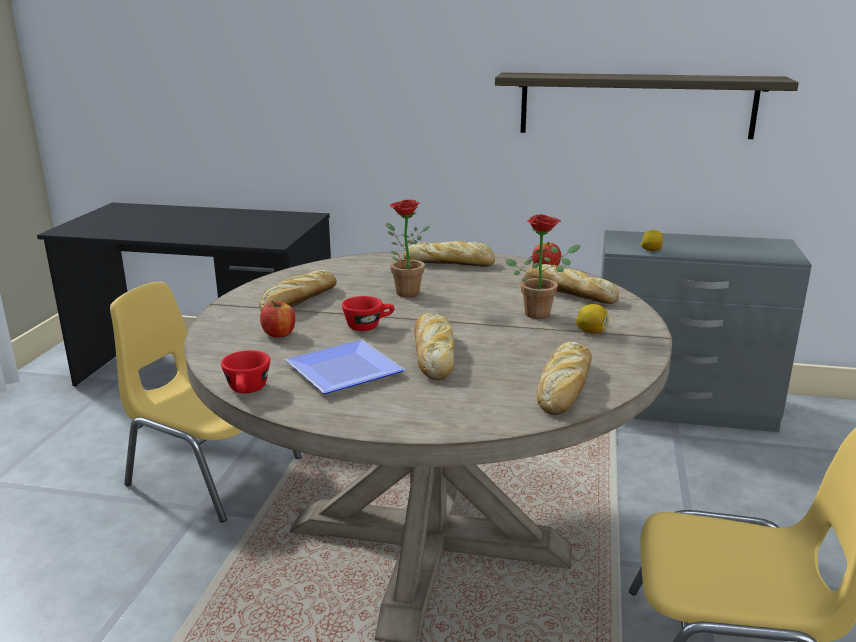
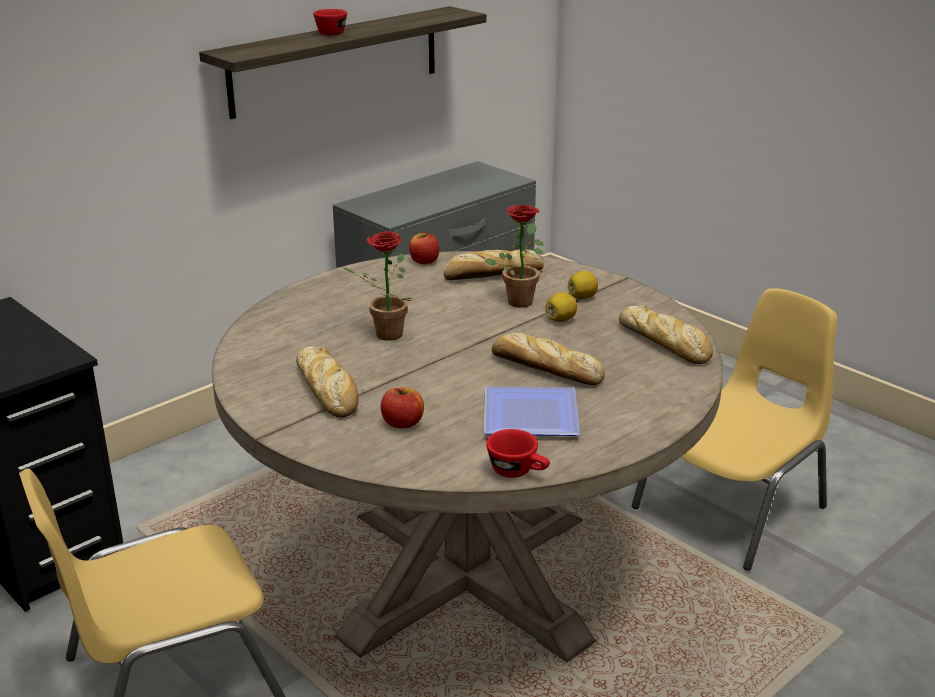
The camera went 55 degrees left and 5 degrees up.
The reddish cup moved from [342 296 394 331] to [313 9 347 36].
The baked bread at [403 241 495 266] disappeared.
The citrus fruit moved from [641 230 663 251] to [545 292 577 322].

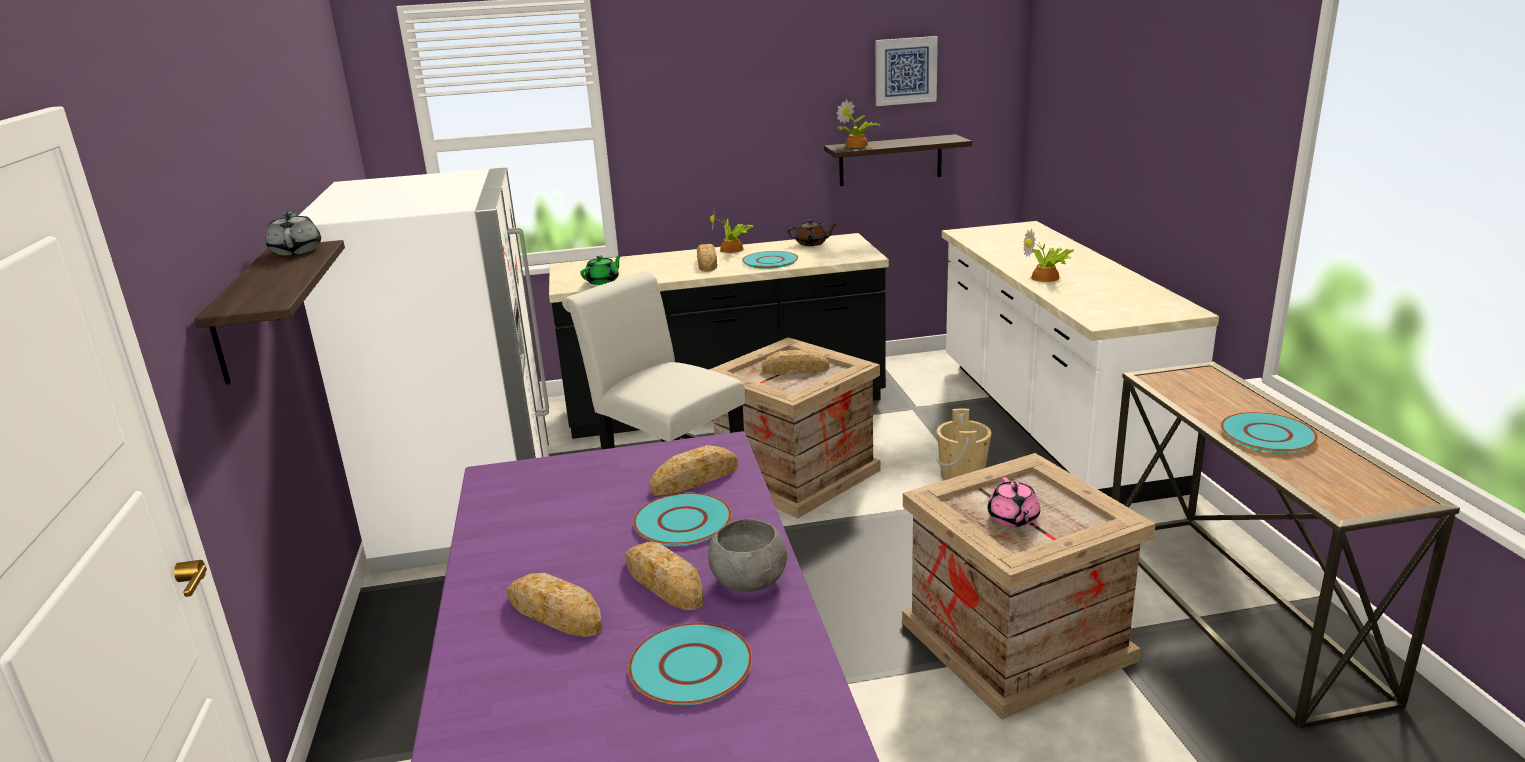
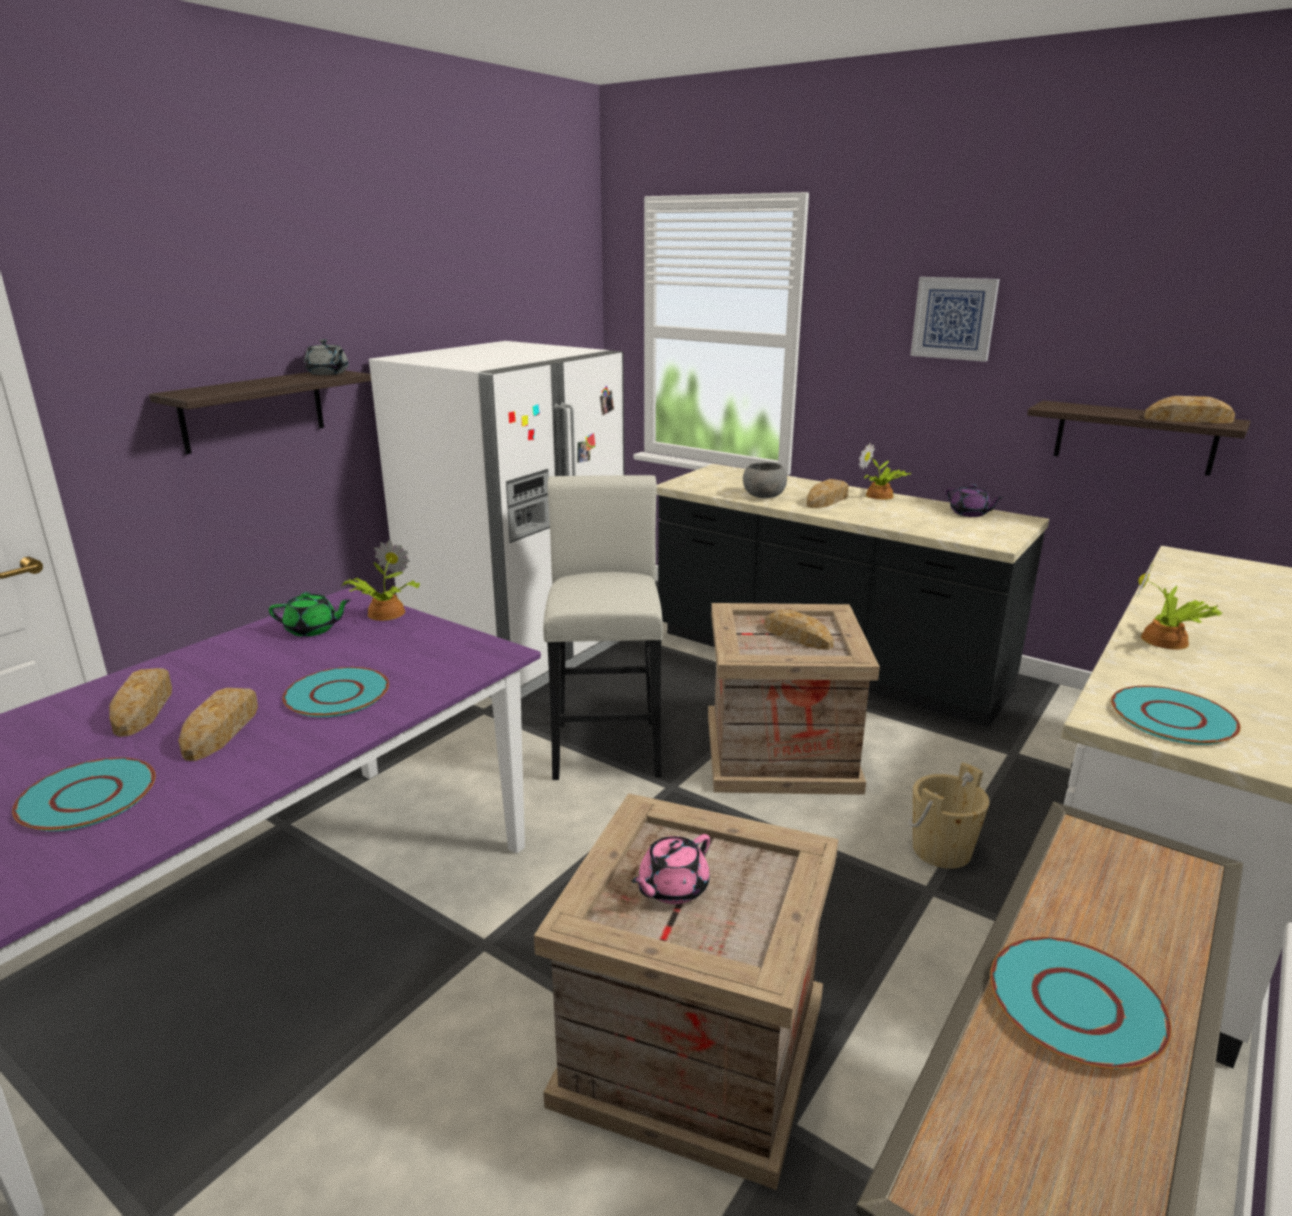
The camera went 45 degrees right and 0 degrees up.
The grey pot for tea at [266 212 321 255] turned 105 degrees clockwise.
The green pot for tea moved from [580 255 622 285] to [269 592 351 637].
The baked bread moved from [649 445 738 496] to [1144 396 1235 423].
The grey bowl moved from [708 519 787 592] to [743 462 787 498].
The blue-green flat dish moved from [742 251 798 269] to [1111 686 1241 745].
The brownish pot for tea at [787 220 837 246] became the purple pot for tea at [946 484 1003 517].
The potted plant moved from [836 99 881 148] to [342 540 420 621].
The wall picture moved from [875 36 938 106] to [910 277 999 362].

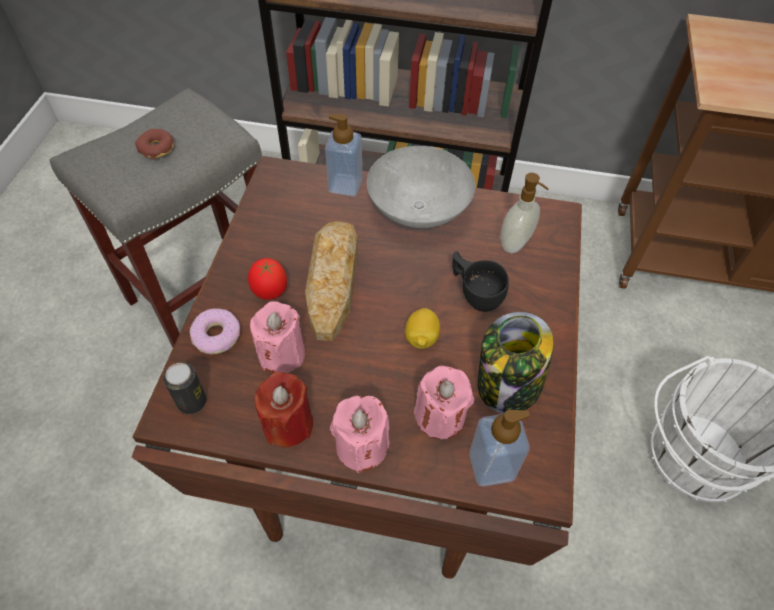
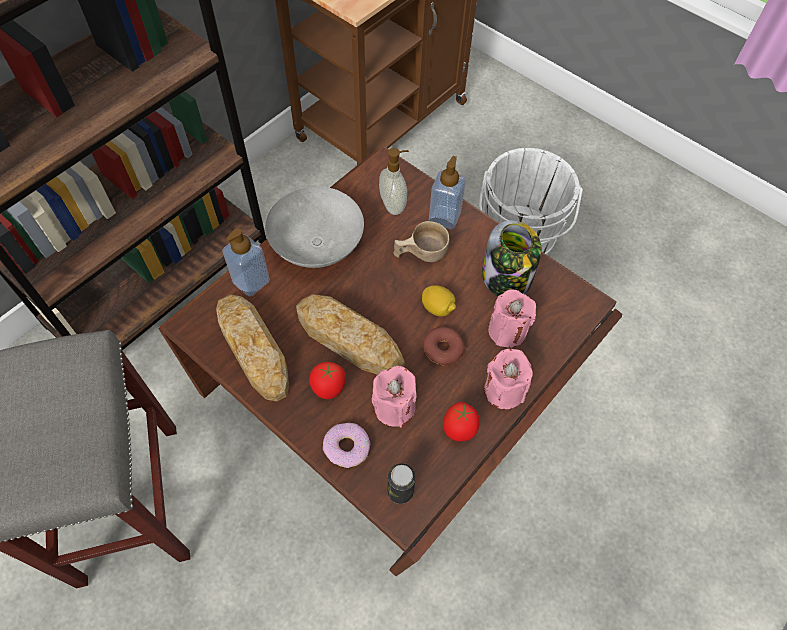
The camera went 60 degrees left and 5 degrees up.
The doughnut moved from [136 129 174 160] to [422 327 465 366].
The reddish wax candle at [254 372 313 447] was replaced by the fresh tomato at [443 402 480 441].
The black-coloured cup at [452 251 509 312] became the beige cup at [394 221 449 262].
The liquid soap bottle moved from [469 410 530 487] to [429 156 466 229].
The baked bread at [216 294 289 401] appeared.

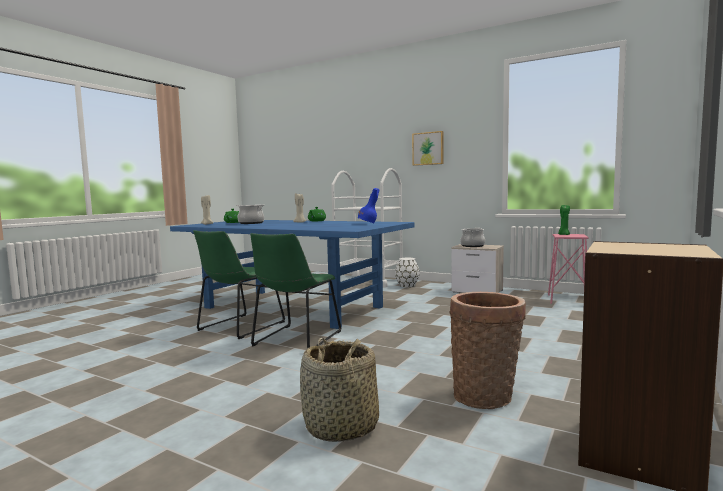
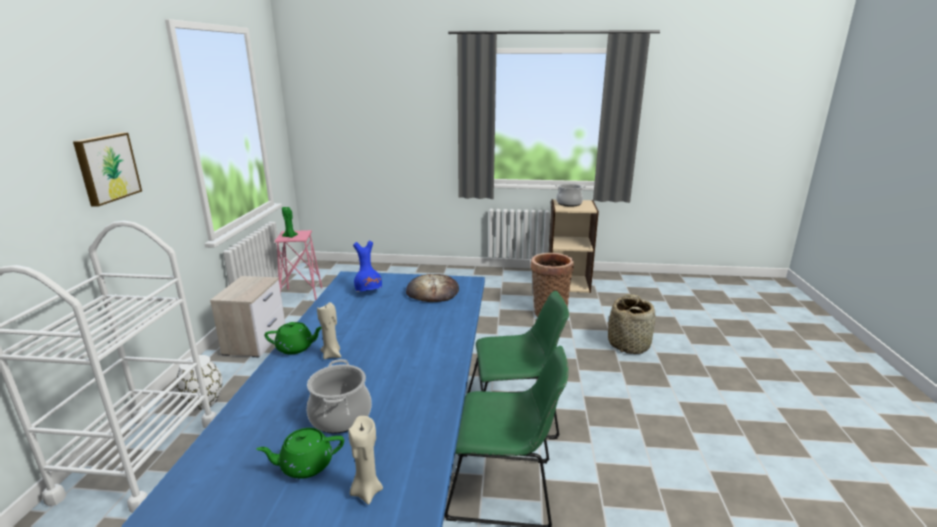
The camera went 115 degrees left and 15 degrees up.
The saucepot moved from [460 228 485 247] to [555 184 586 207].
The baked bread at [406 274 459 302] appeared.

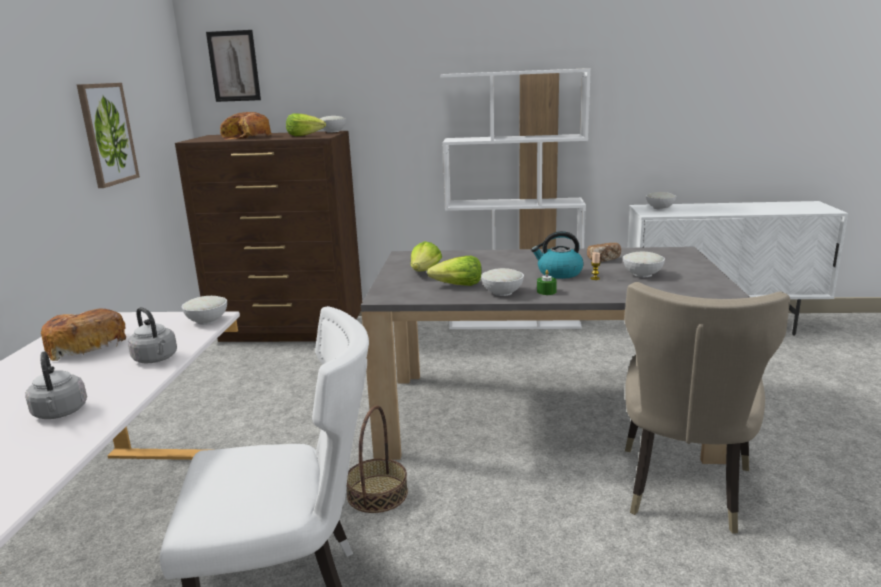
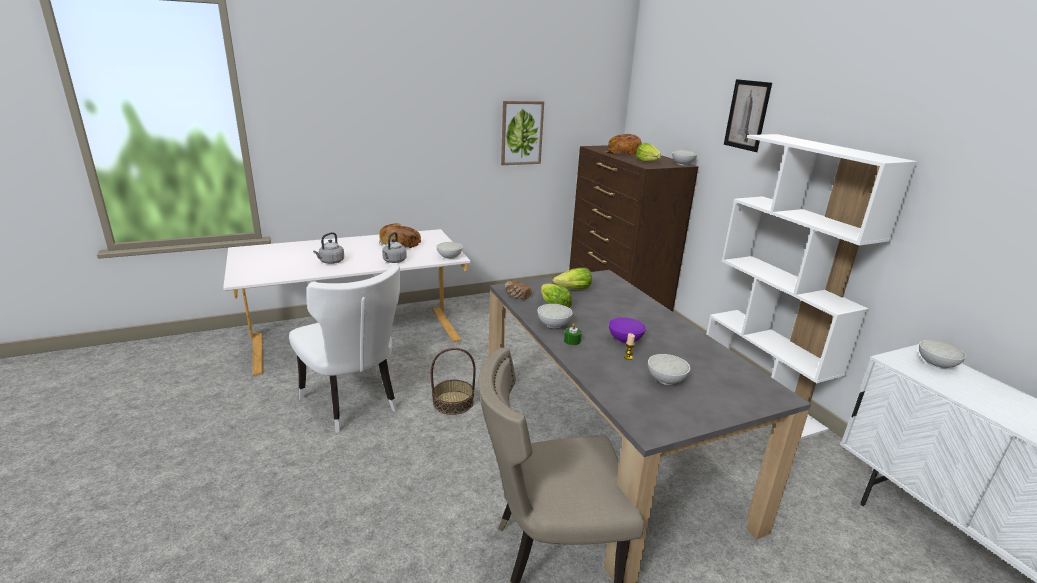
The camera went 60 degrees right and 5 degrees up.
The wall picture moved from [206 30 261 102] to [724 79 772 152].
The water kettle at [531 231 583 279] was replaced by the purple bowl at [609 317 646 343].
The baked bread moved from [587 243 621 262] to [505 280 532 300].

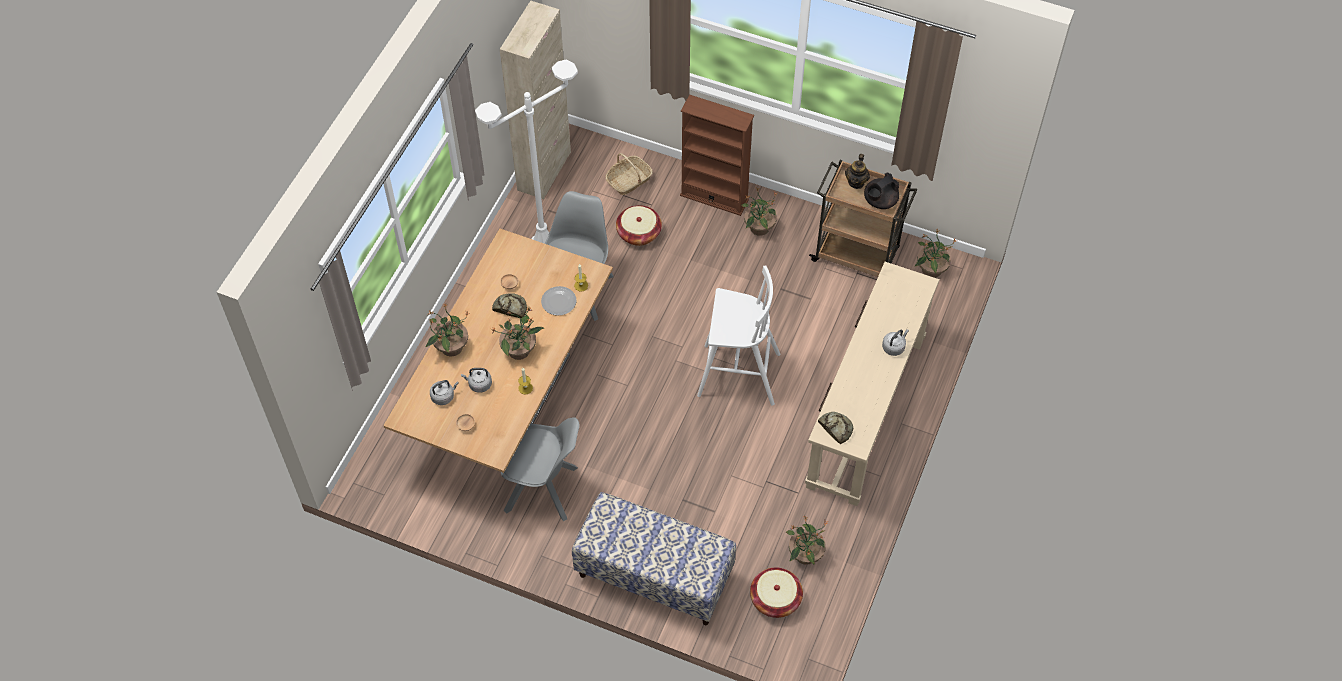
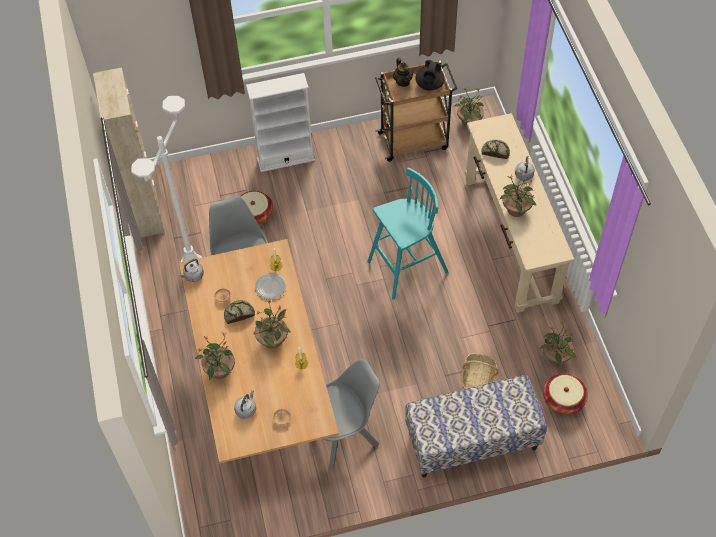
The camera went 35 degrees left and 0 degrees up.
The grey water kettle moved from [461 368 492 393] to [178 259 204 282].
The storage basket moved from [605 153 652 195] to [461 353 498 389].
The brownish shelving unit at [680 95 754 216] became the white-coloured shelving unit at [246 73 315 172].
The white-coloured sitting stool at [697 265 780 406] became the blue-green sitting stool at [367 167 448 300].
The potted plant moved from [741 187 777 236] to [500 171 536 217].
The baked bread moved from [818 412 853 444] to [481 140 510 159].

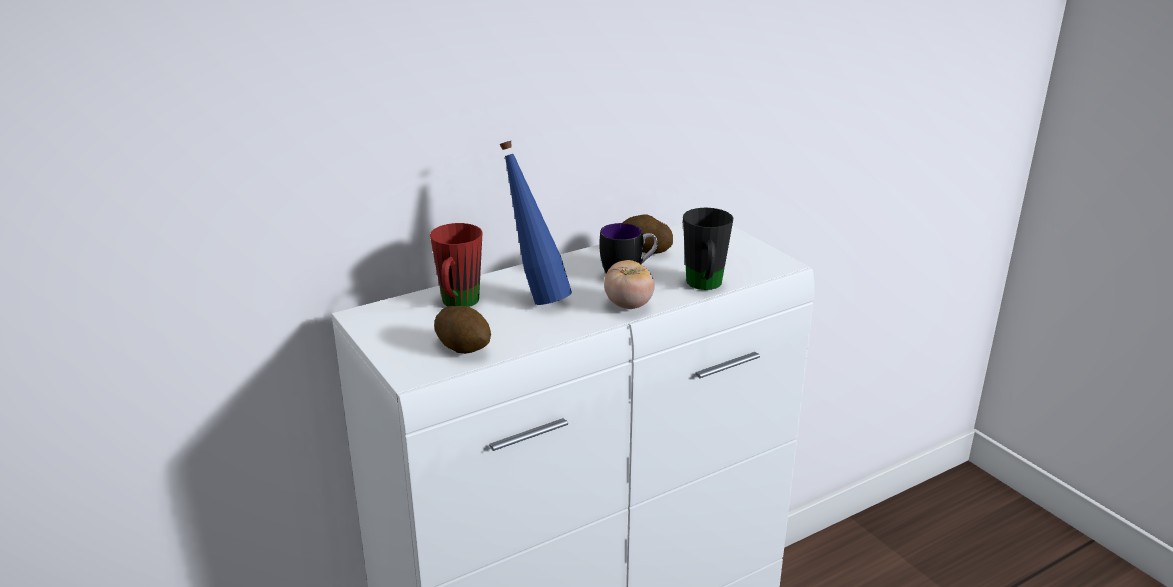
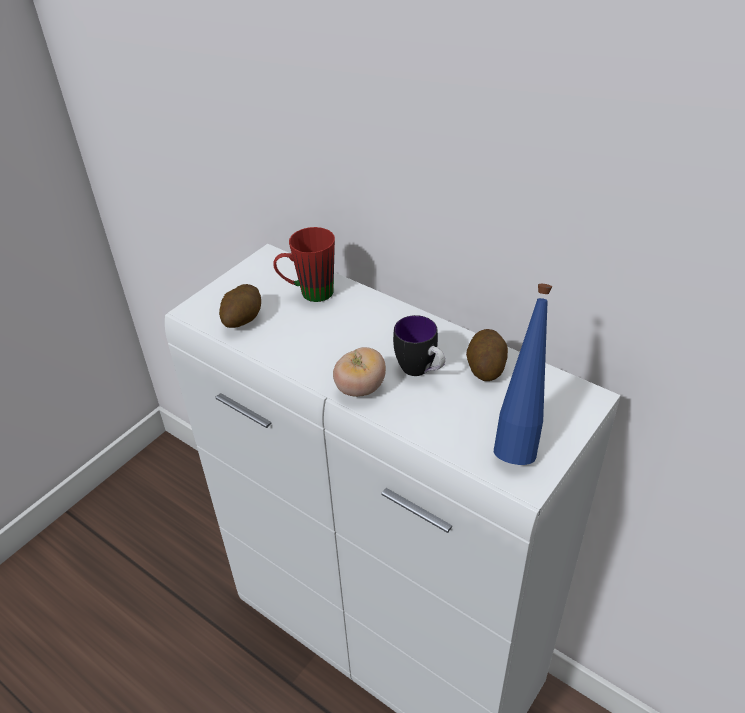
The camera went 70 degrees right and 15 degrees up.
The blue beverage bottle moved from [500 141 572 305] to [494 284 552 465].
The black-coloured mug at [683 208 733 290] disappeared.

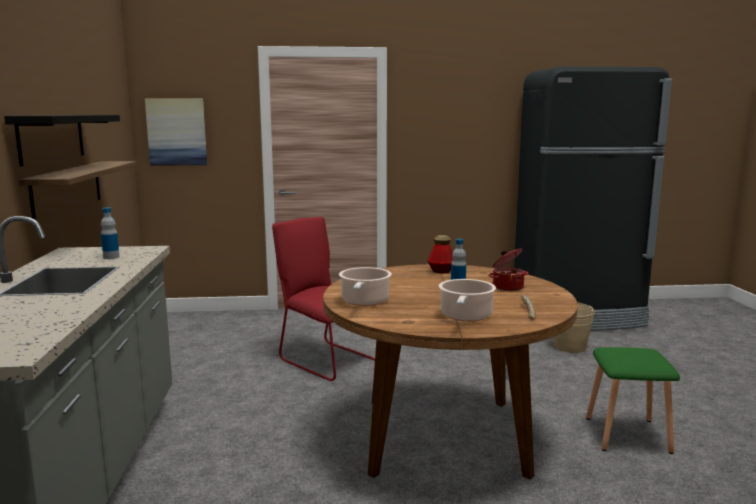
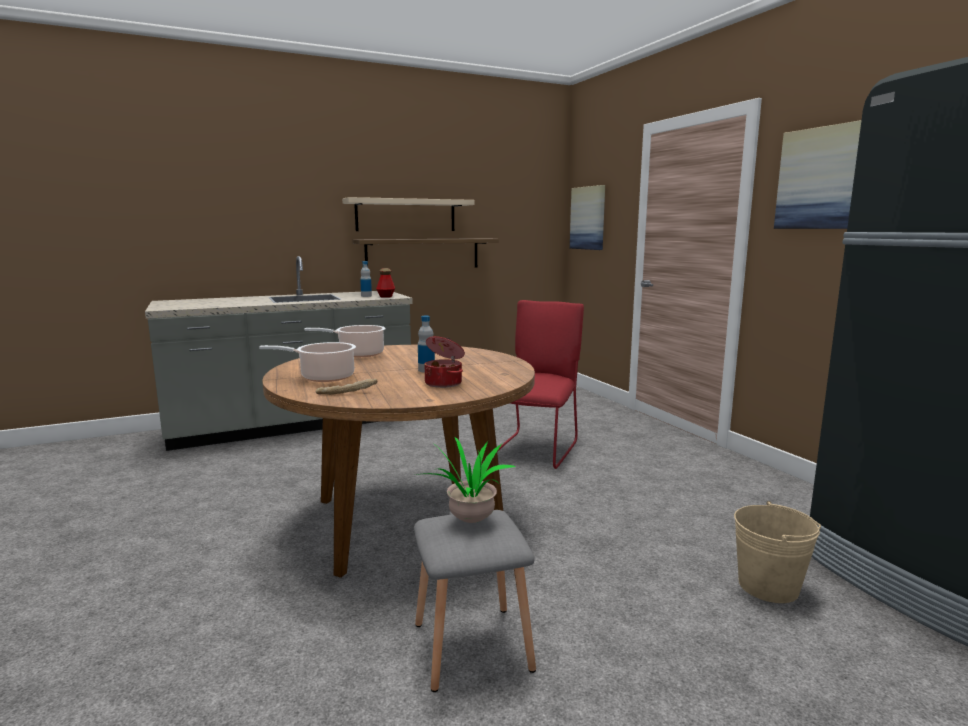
The camera went 70 degrees right and 0 degrees up.
The black-coloured bracket shelf at [4 115 120 166] became the beige bracket shelf at [342 197 475 231].
The beverage bottle moved from [427 235 453 273] to [376 268 395 298].
The green sitting stool at [586 347 680 454] became the grey sitting stool at [414 510 536 692].
The potted plant at [416 436 516 523] appeared.
The wall picture at [774 120 861 229] appeared.

